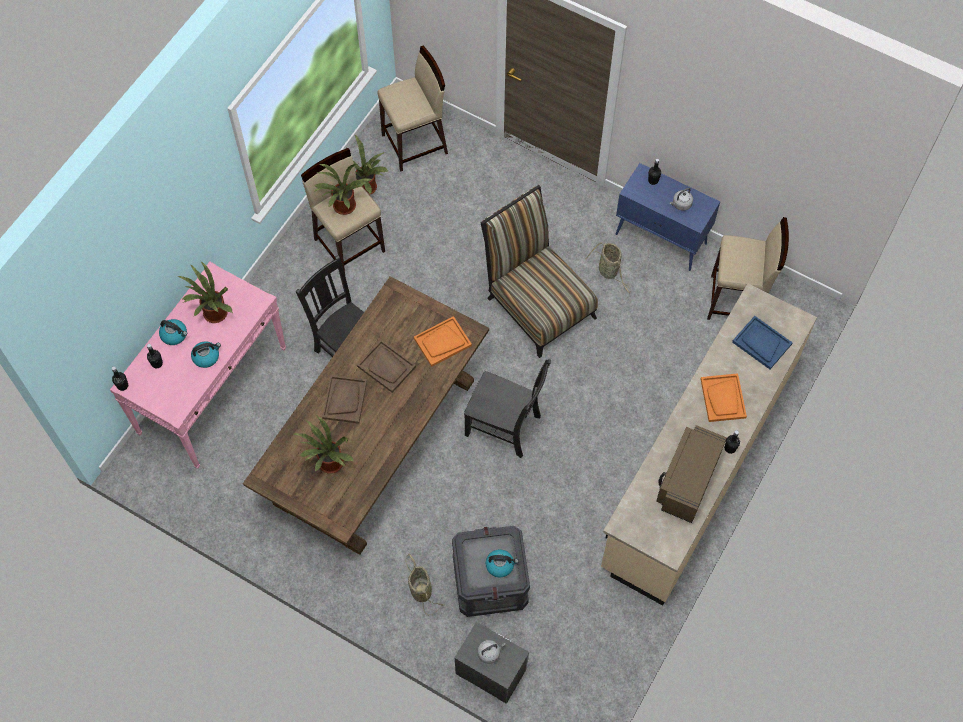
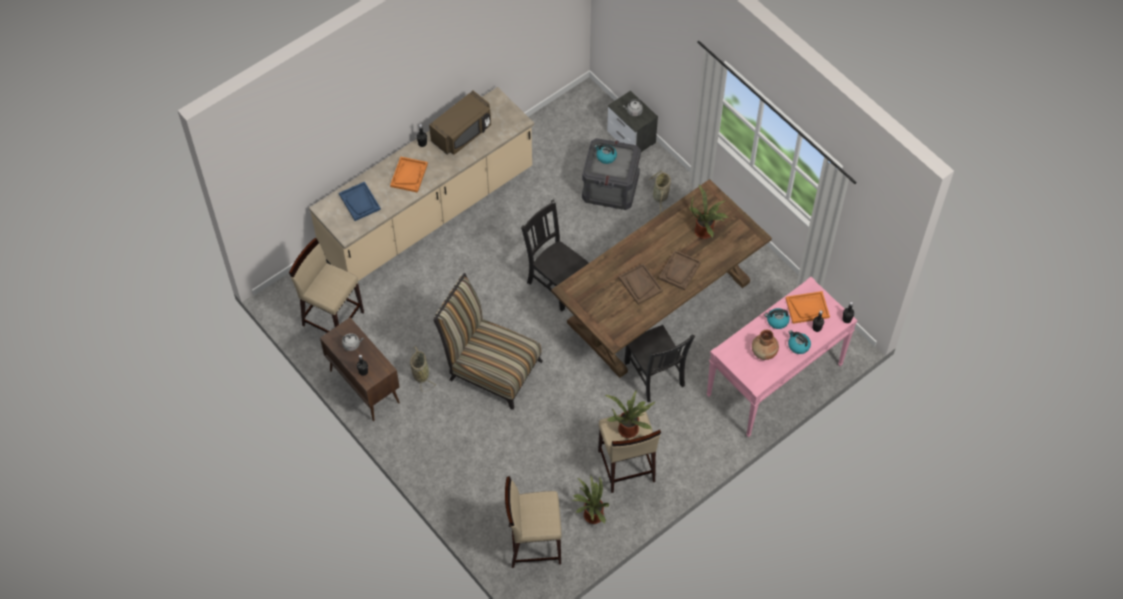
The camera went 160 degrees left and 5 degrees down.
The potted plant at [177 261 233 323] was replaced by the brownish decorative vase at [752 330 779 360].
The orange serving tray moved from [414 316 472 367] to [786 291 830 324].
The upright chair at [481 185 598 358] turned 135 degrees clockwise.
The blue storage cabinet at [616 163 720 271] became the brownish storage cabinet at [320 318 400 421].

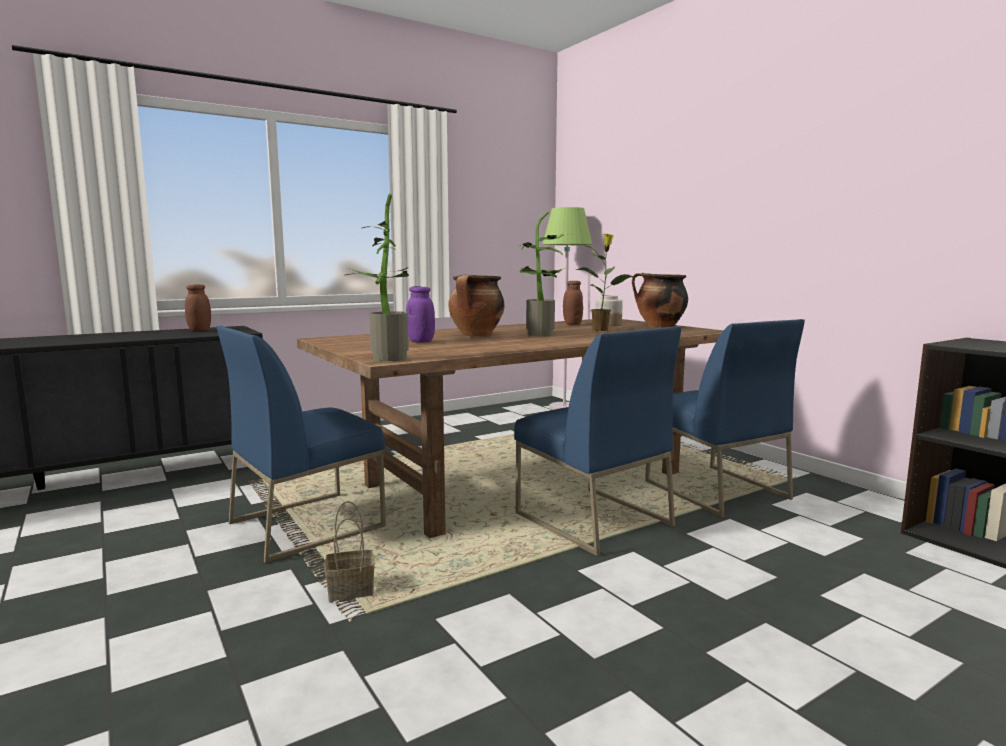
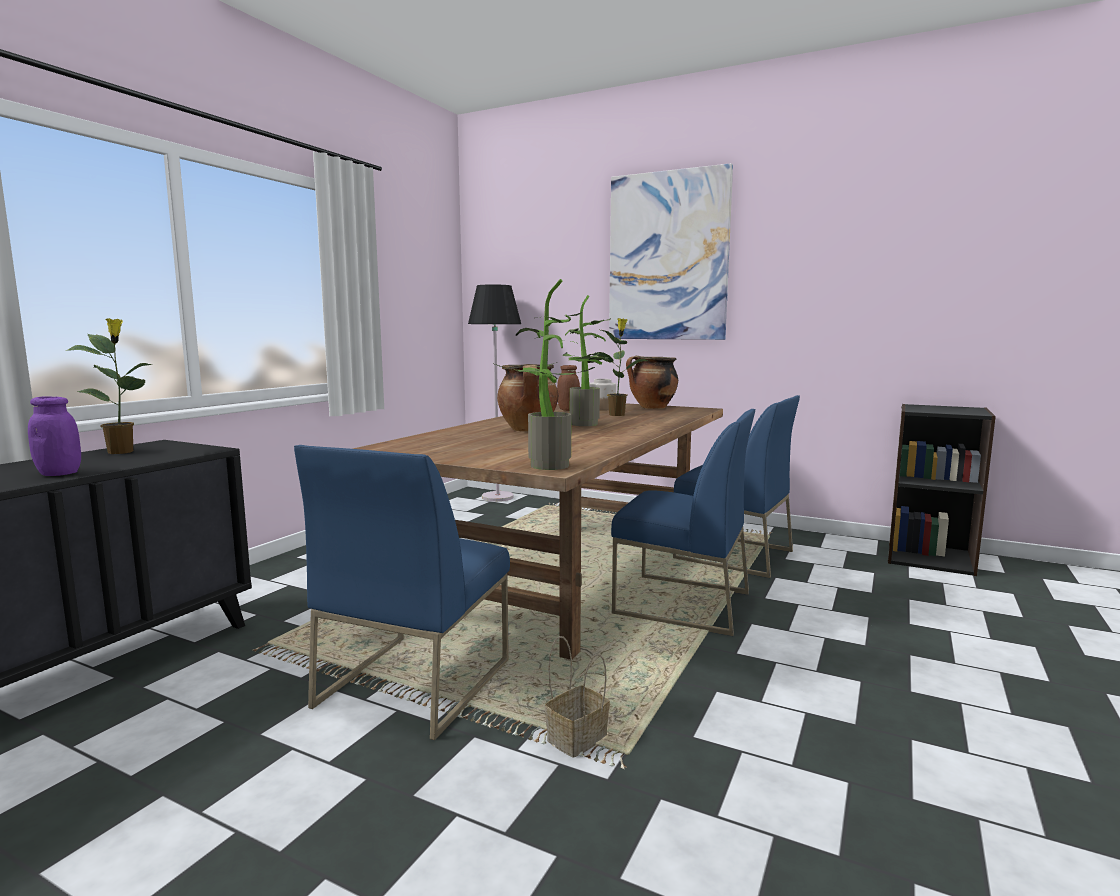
The camera went 30 degrees left and 0 degrees up.
The brownish storage jar at [185 284 211 331] was replaced by the potted plant at [65 319 153 454].
The purple storage jar moved from [406 286 435 343] to [28 396 81 476].
The green standard lamp at [542 207 592 410] became the black-coloured standard lamp at [468 284 521 502].
The wall picture at [609 163 733 340] appeared.

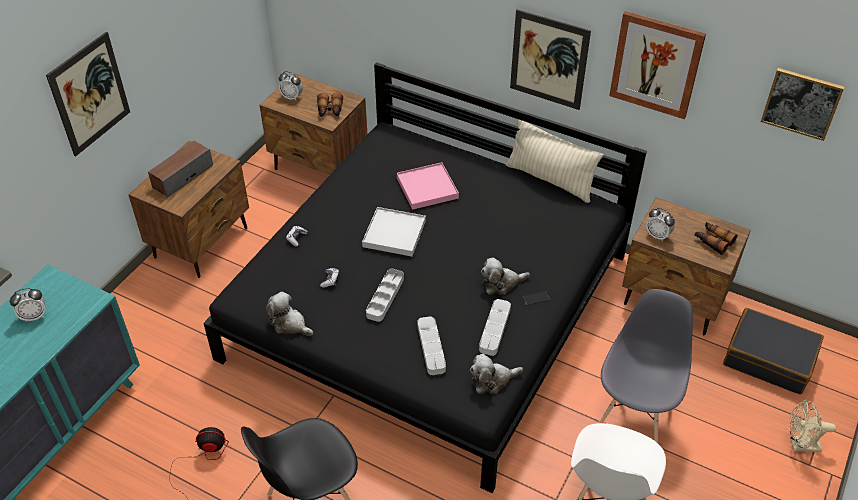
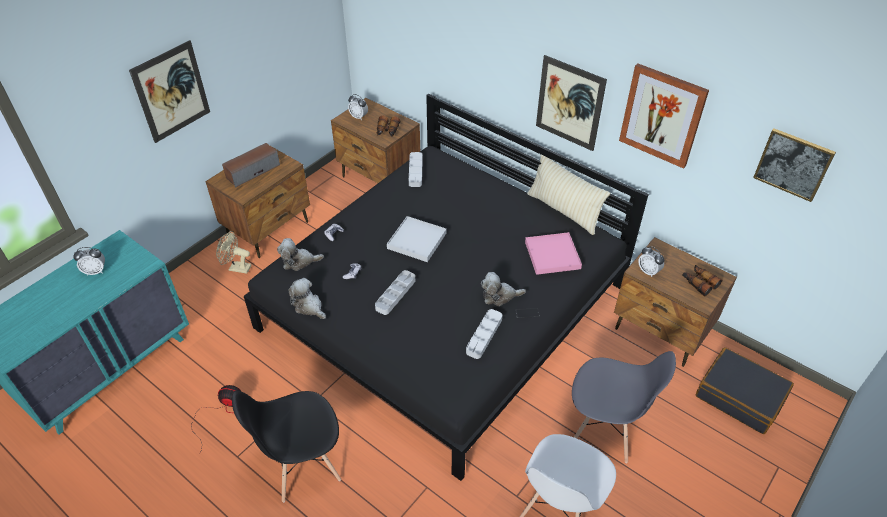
The camera went 10 degrees right and 0 degrees up.
The pink-coloured serving tray moved from [397 162 459 210] to [525 232 582 275].
The grey serving tray moved from [417 316 446 375] to [409 152 423 187].
The cuddly toy moved from [470 354 523 394] to [277 238 324 271].
The grey upright chair at [599 289 693 443] turned 75 degrees clockwise.
The beige electric fan moved from [789 400 836 452] to [216 231 252 274].

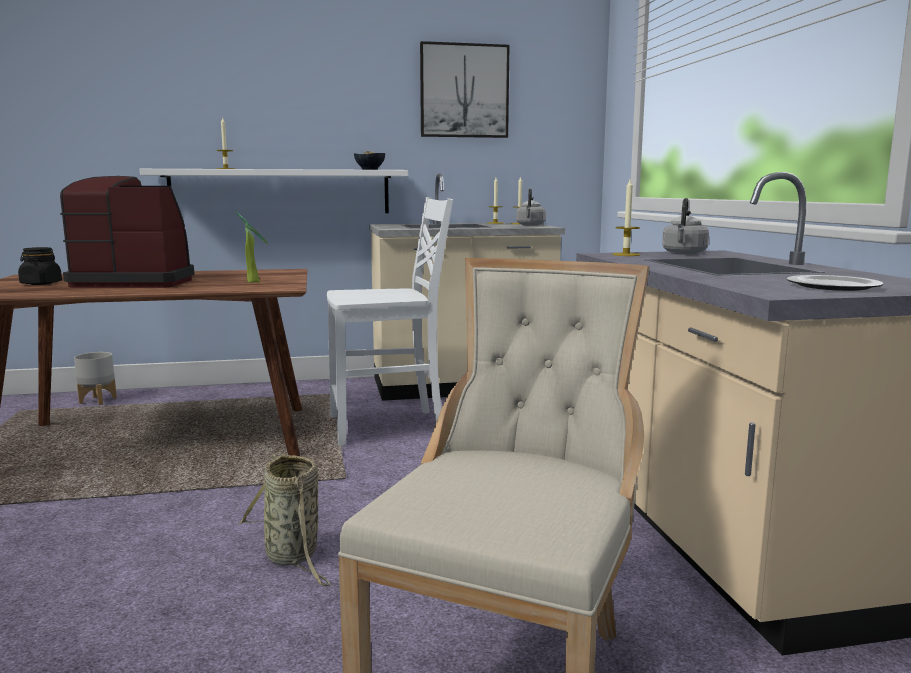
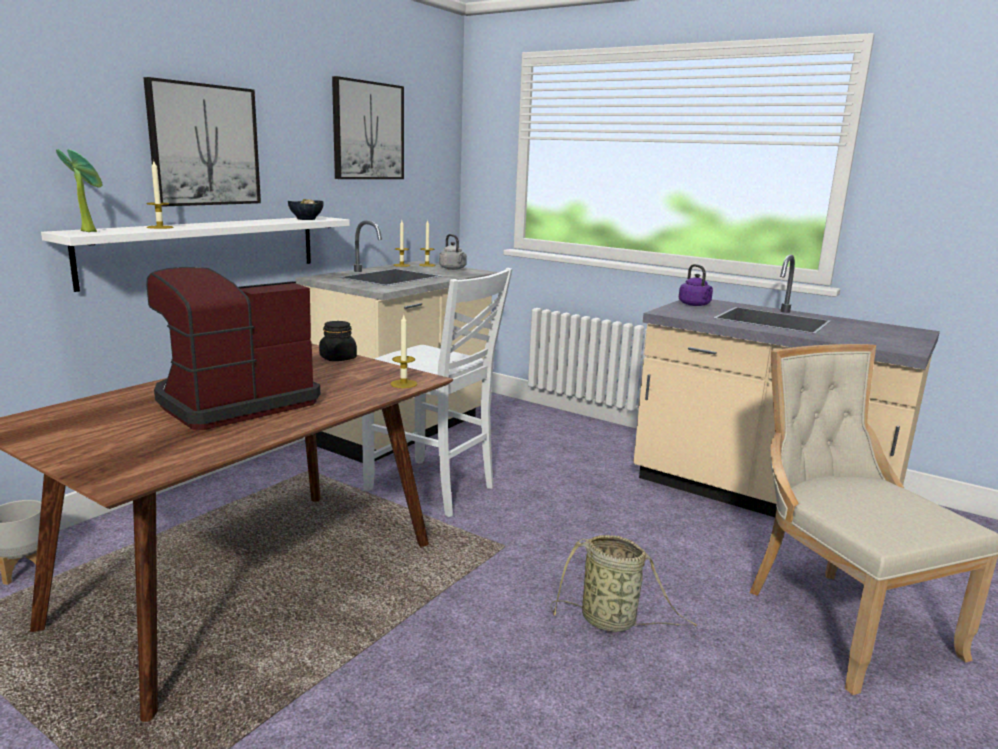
The camera went 45 degrees left and 5 degrees up.
The black-coloured storage jar moved from [18 247 62 285] to [319 321 357 361].
The potted plant moved from [235 211 268 283] to [56 149 103 232].
The white-coloured upright chair at [327 197 453 447] turned 90 degrees clockwise.
The wax candle moved from [612 180 640 256] to [390 315 417 388].
The grey water kettle at [662 198 709 254] became the purple water kettle at [679 264 713 306].
The flat dish at [787 275 883 291] disappeared.
The wall picture at [143 77 261 207] appeared.

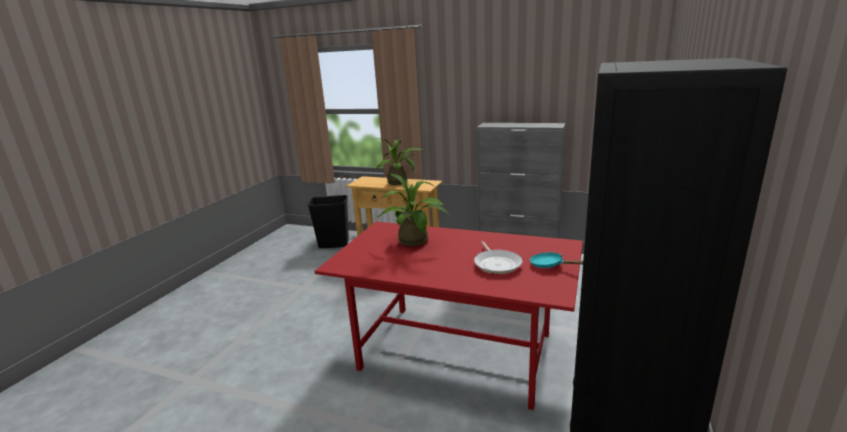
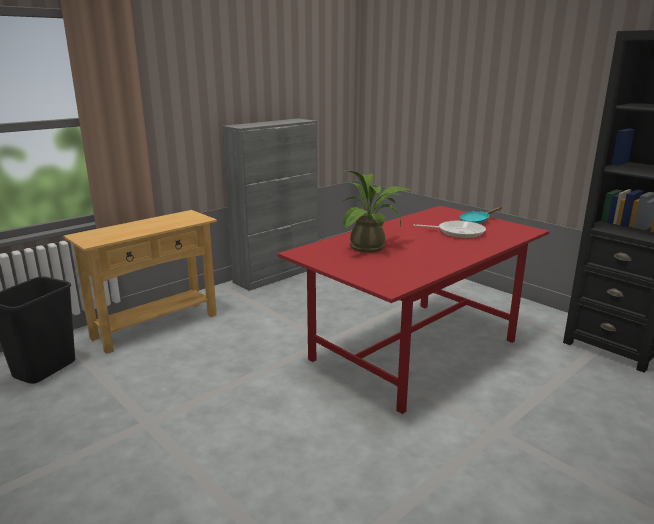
The camera went 65 degrees left and 0 degrees up.
The potted plant at [375 138 423 185] disappeared.

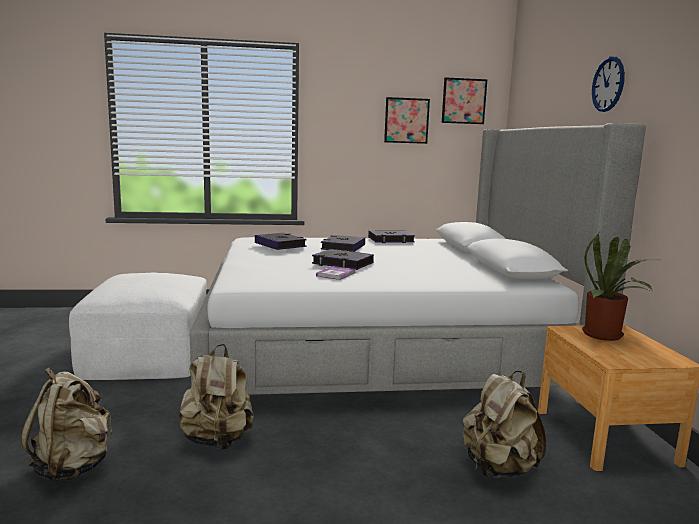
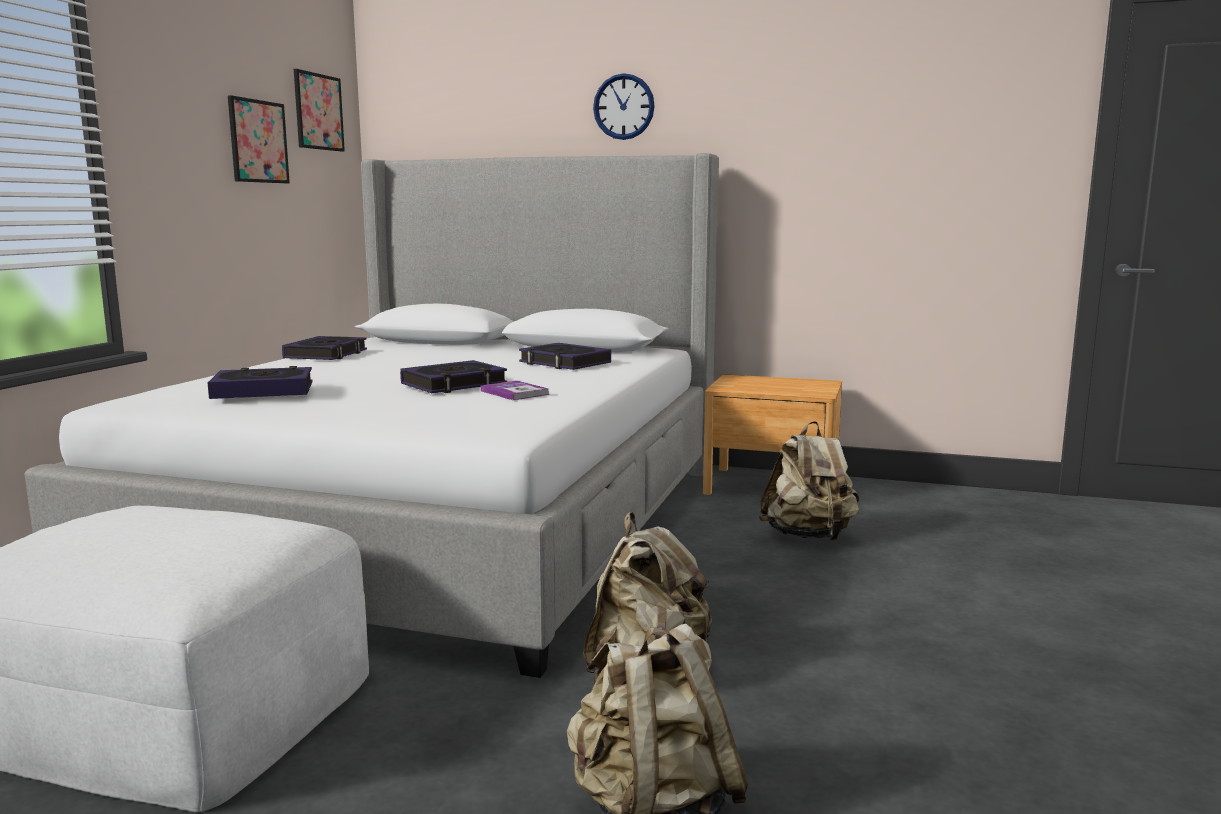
The camera went 65 degrees left and 0 degrees up.
The bound book moved from [321 235 365 252] to [519 343 611 370].
The potted plant at [582 233 658 341] disappeared.

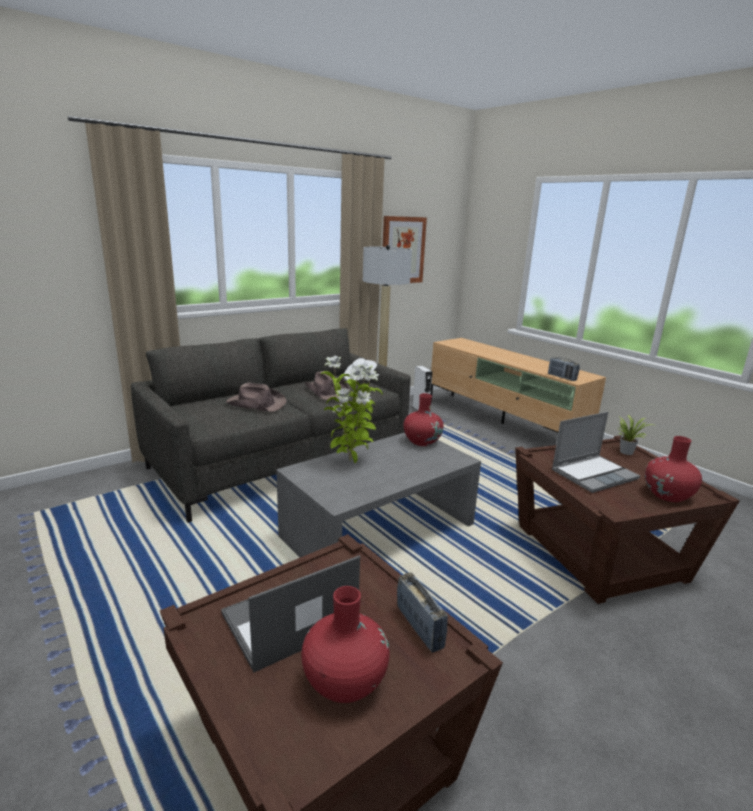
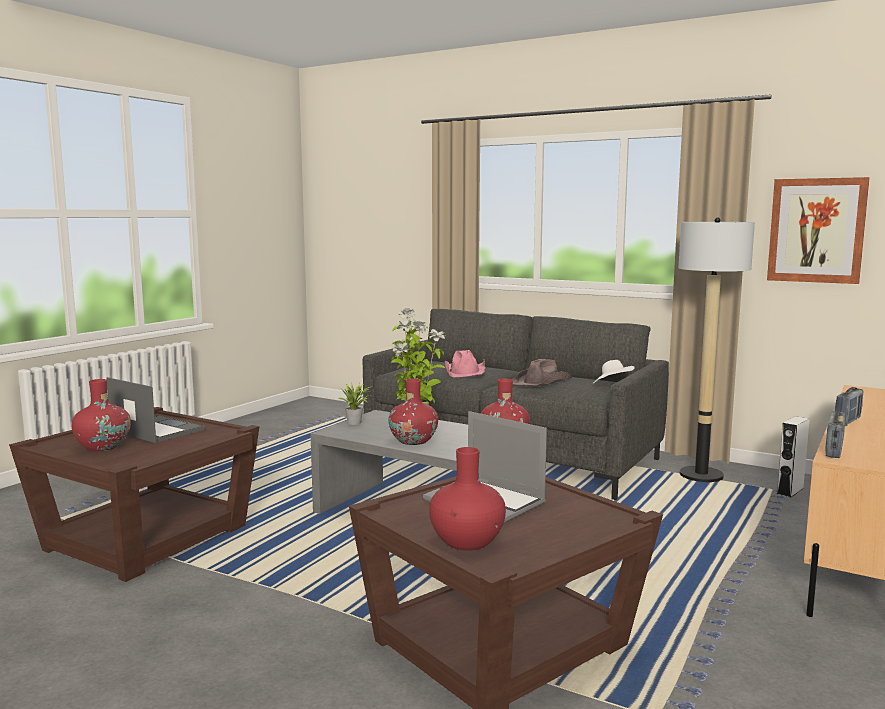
The camera went 70 degrees right and 10 degrees down.
The brownish clothing hat at [226 383 287 412] became the pink-coloured clothing hat at [445 350 485 377].
The radio moved from [397 572 448 653] to [835 387 863 426].
The potted plant moved from [618 415 653 455] to [338 383 370 425].
The reddish decorative vase at [388 379 438 445] appeared.

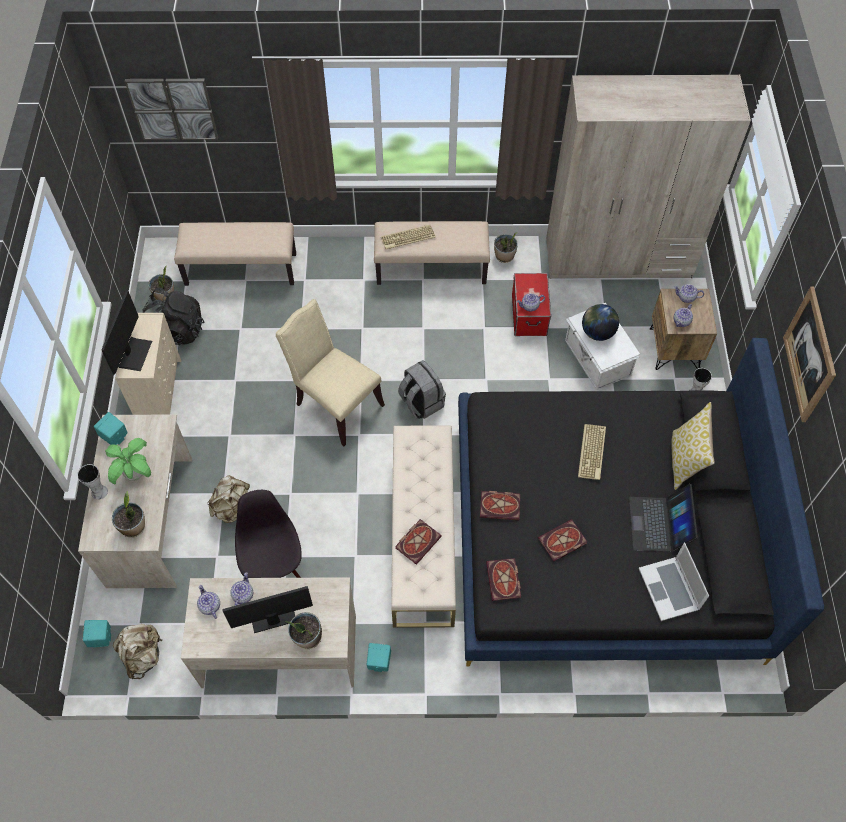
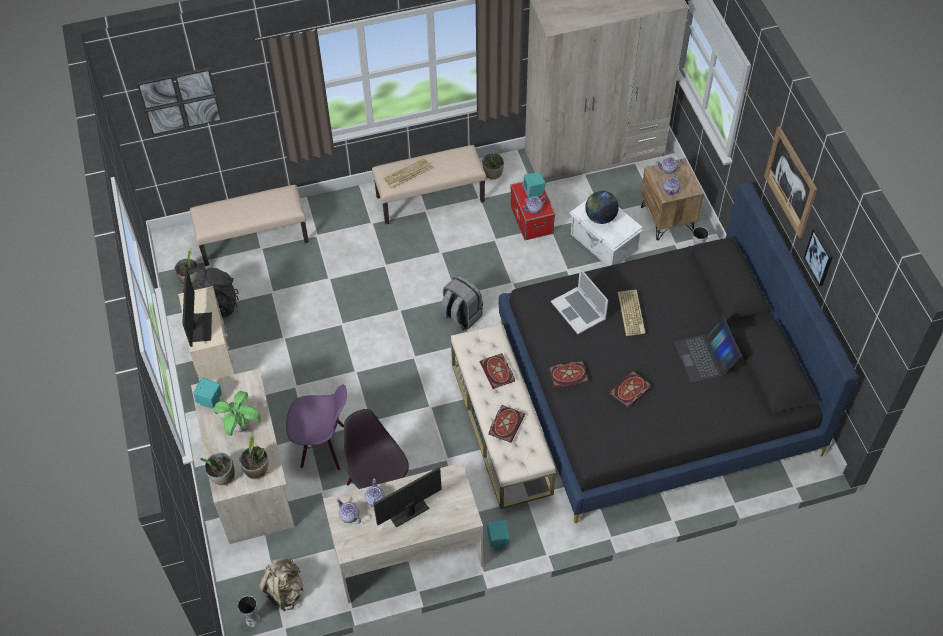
The camera went 15 degrees left and 5 degrees down.
The decorative vase moved from [77 464 108 500] to [237 596 261 627].
The blue-green loudspeaker moved from [83 620 111 648] to [522 172 545 198].
The beige knapsack at [207 475 250 523] was replaced by the purple upright chair at [286 385 347 471].
The beige upright chair at [276 299 385 446] disappeared.
The potted plant moved from [285 612 322 649] to [200 453 235 486].
The bound book moved from [486 558 521 601] to [479 353 515 389].
The laptop moved from [639 542 709 621] to [551 268 608 334].
The cushion at [671 402 715 490] disappeared.
The wall picture at [804 228 833 286] appeared.

